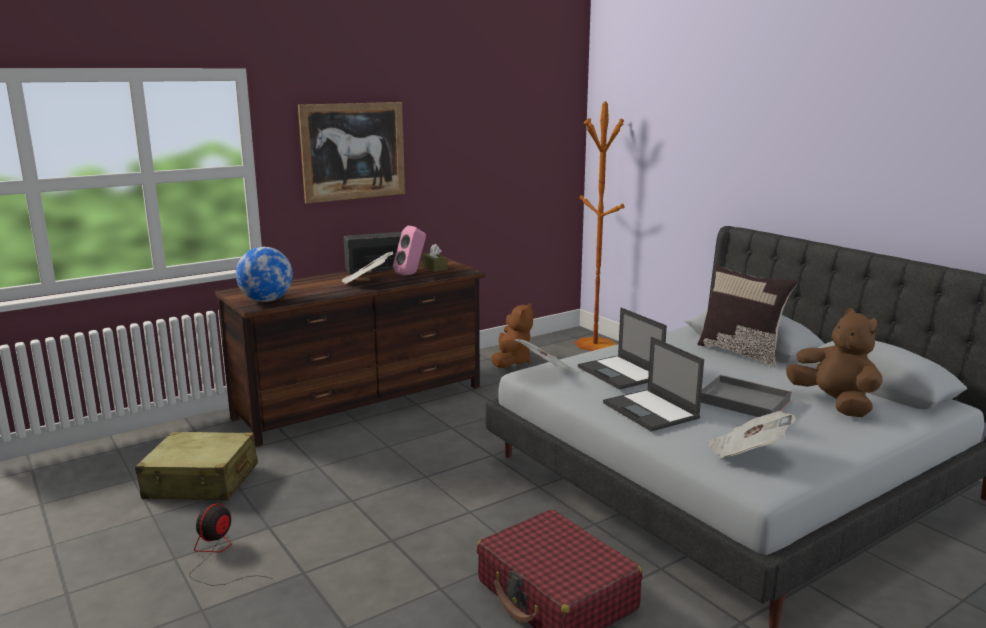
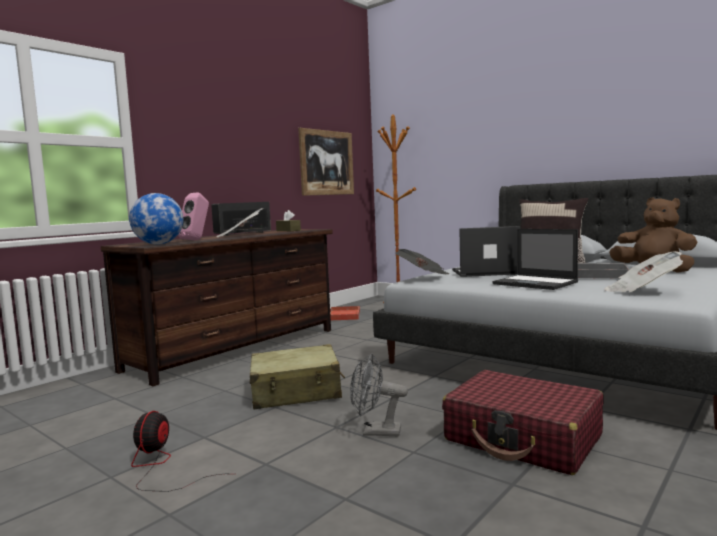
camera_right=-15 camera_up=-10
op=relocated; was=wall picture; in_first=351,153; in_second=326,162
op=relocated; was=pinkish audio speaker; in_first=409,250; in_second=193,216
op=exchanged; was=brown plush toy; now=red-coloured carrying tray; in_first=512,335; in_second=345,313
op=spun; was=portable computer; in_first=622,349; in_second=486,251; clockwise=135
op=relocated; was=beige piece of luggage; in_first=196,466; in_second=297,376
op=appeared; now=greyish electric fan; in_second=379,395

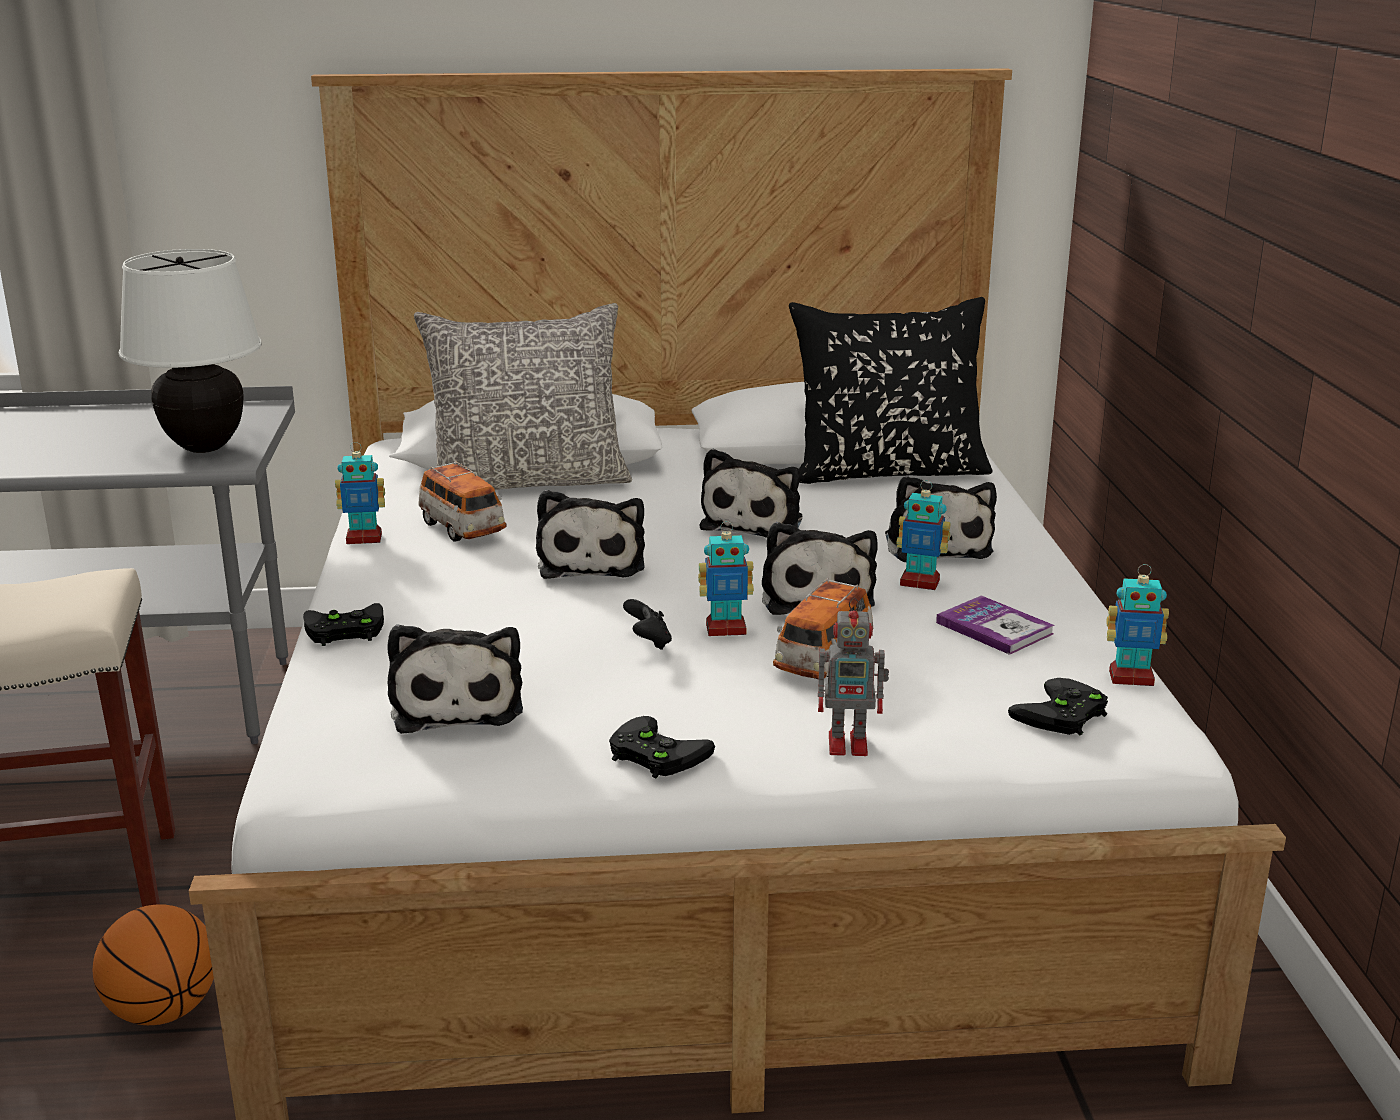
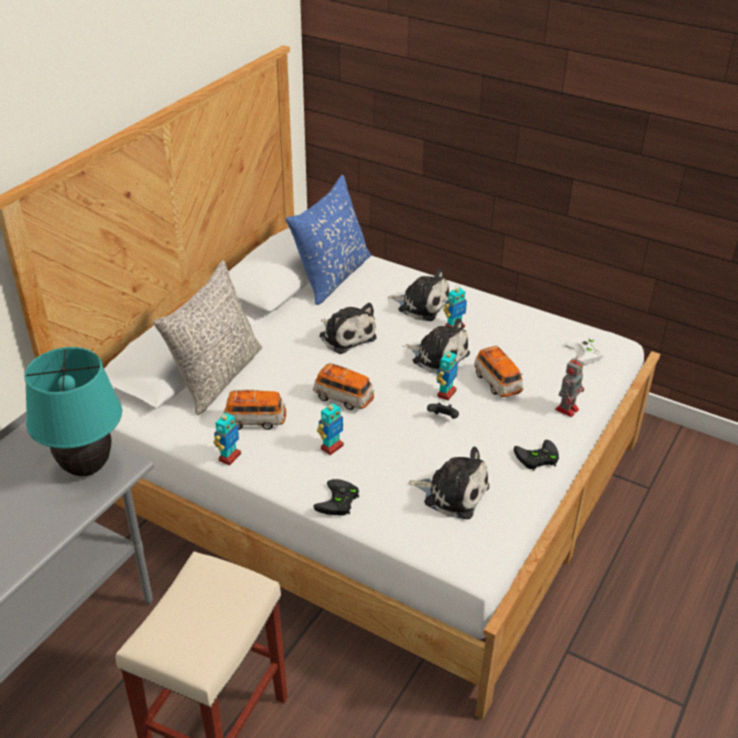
camera_right=-55 camera_up=15
op=colour; was=white-coloured lamp for a table; now=blue-green lamp for a table; in_first=190,351; in_second=73,411
op=colour; was=blackish cushion; now=blue cushion; in_first=891,390; in_second=328,240
op=exchanged; was=plush toy; now=model car; in_first=590,534; in_second=343,386
op=relocated; was=model robot; in_first=1137,625; in_second=330,428
op=missing; was=book; in_first=995,625
op=colour; was=blackish game controller; now=white-coloured game controller; in_first=1058,706; in_second=584,351
op=missing; was=basketball; in_first=153,964

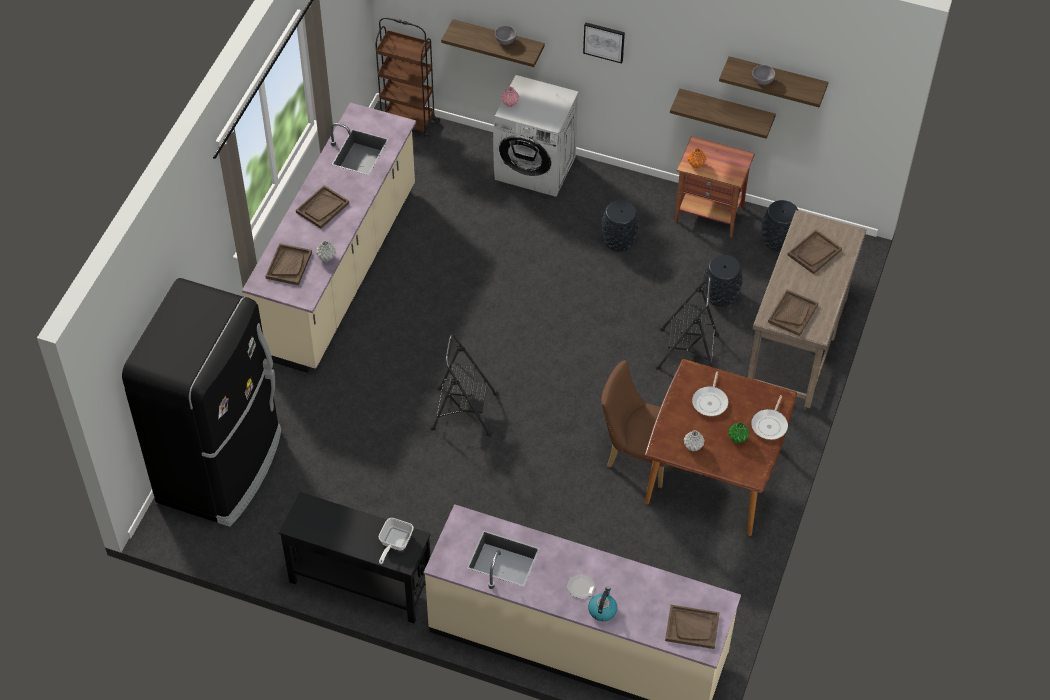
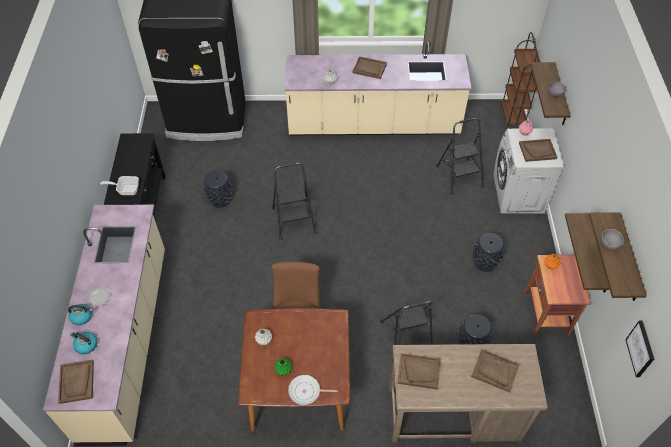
camera_right=70 camera_up=0
op=relocated; was=wall picture; in_first=604,43; in_second=639,349
op=relocated; was=blackish stool seat; in_first=780,226; in_second=218,189
op=relocated; was=brown carrying tray; in_first=288,264; in_second=538,150
op=missing; was=frying pan; in_first=710,393
op=appeared; now=blackish stepladder; in_second=460,156
op=appeared; now=water kettle; in_second=83,343

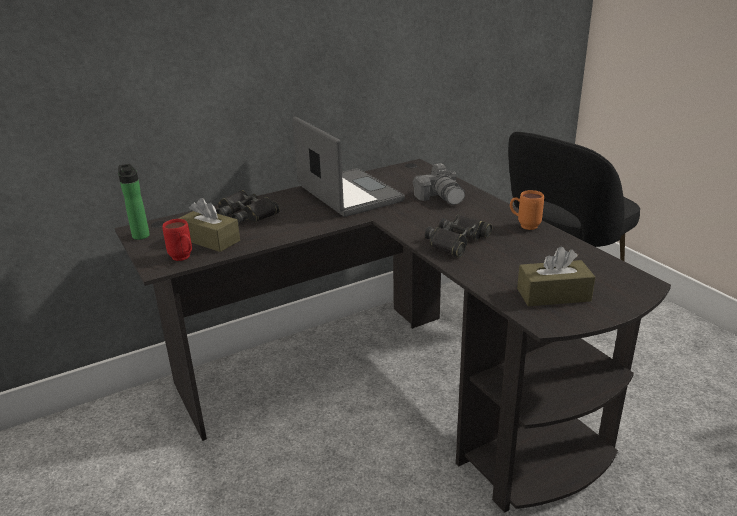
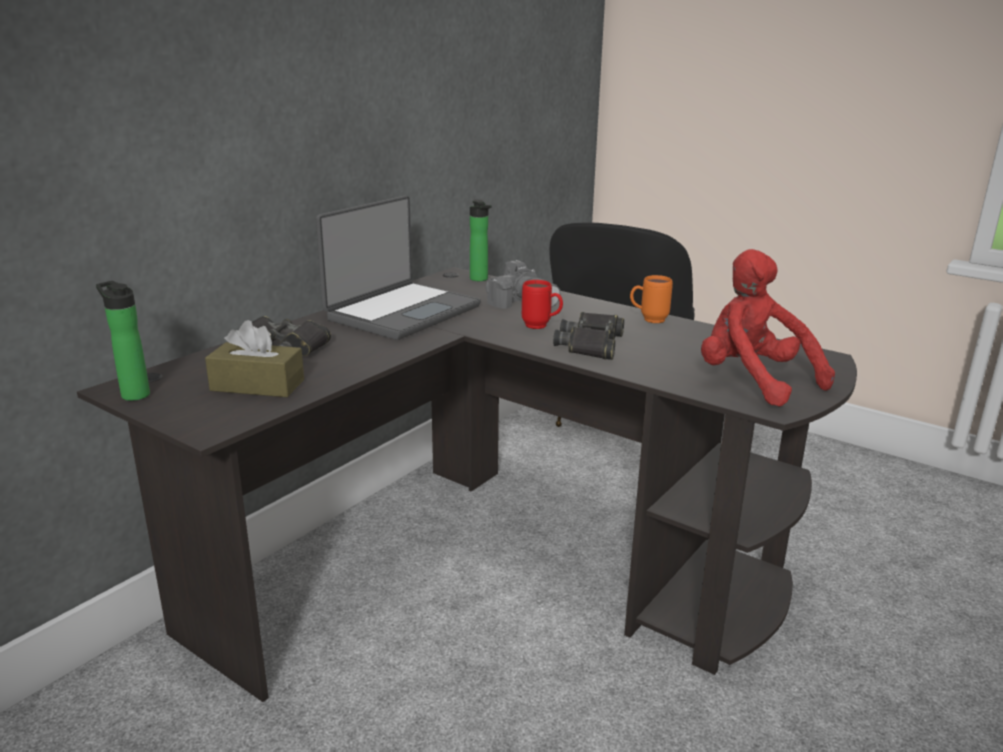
camera_right=-25 camera_up=-5
op=spun; was=portable computer; in_first=348,167; in_second=398,268; clockwise=90
op=relocated; was=red-coloured coffee mug; in_first=177,240; in_second=542,304
op=exchanged; was=brown tissue holder; now=red-coloured plush toy; in_first=556,276; in_second=768,328
op=appeared; now=drink bottle; in_second=480,240

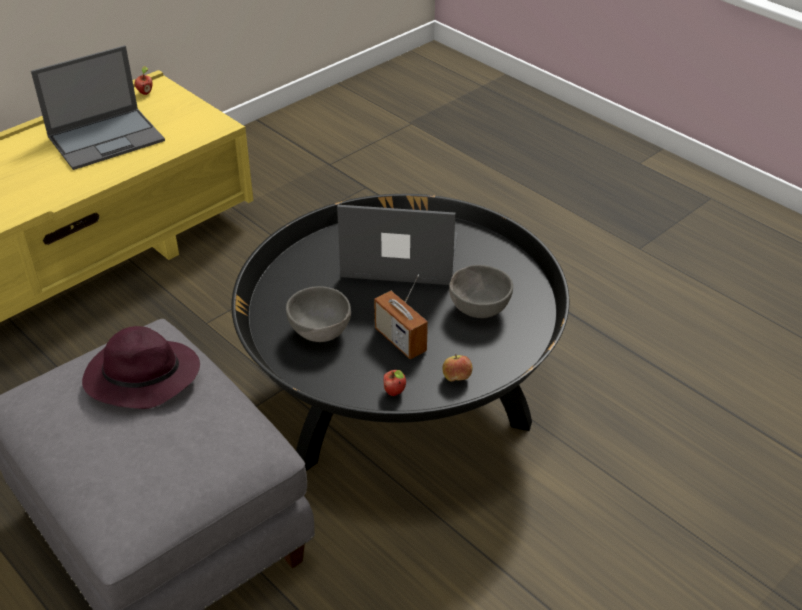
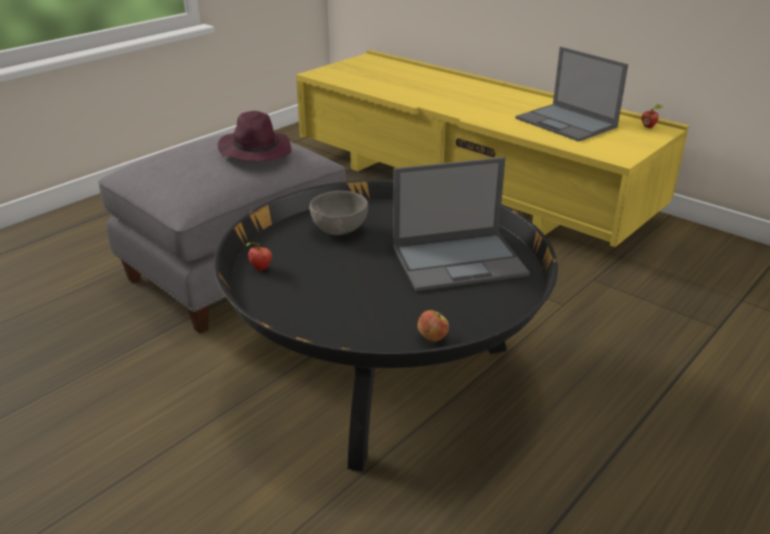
camera_right=85 camera_up=-10
op=spun; was=portable computer; in_first=397,245; in_second=461,224; clockwise=75
op=missing; was=greyish serving bowl; in_first=481,291
op=missing; was=radio set; in_first=401,317
op=relocated; was=apple fruit; in_first=457,367; in_second=433,326

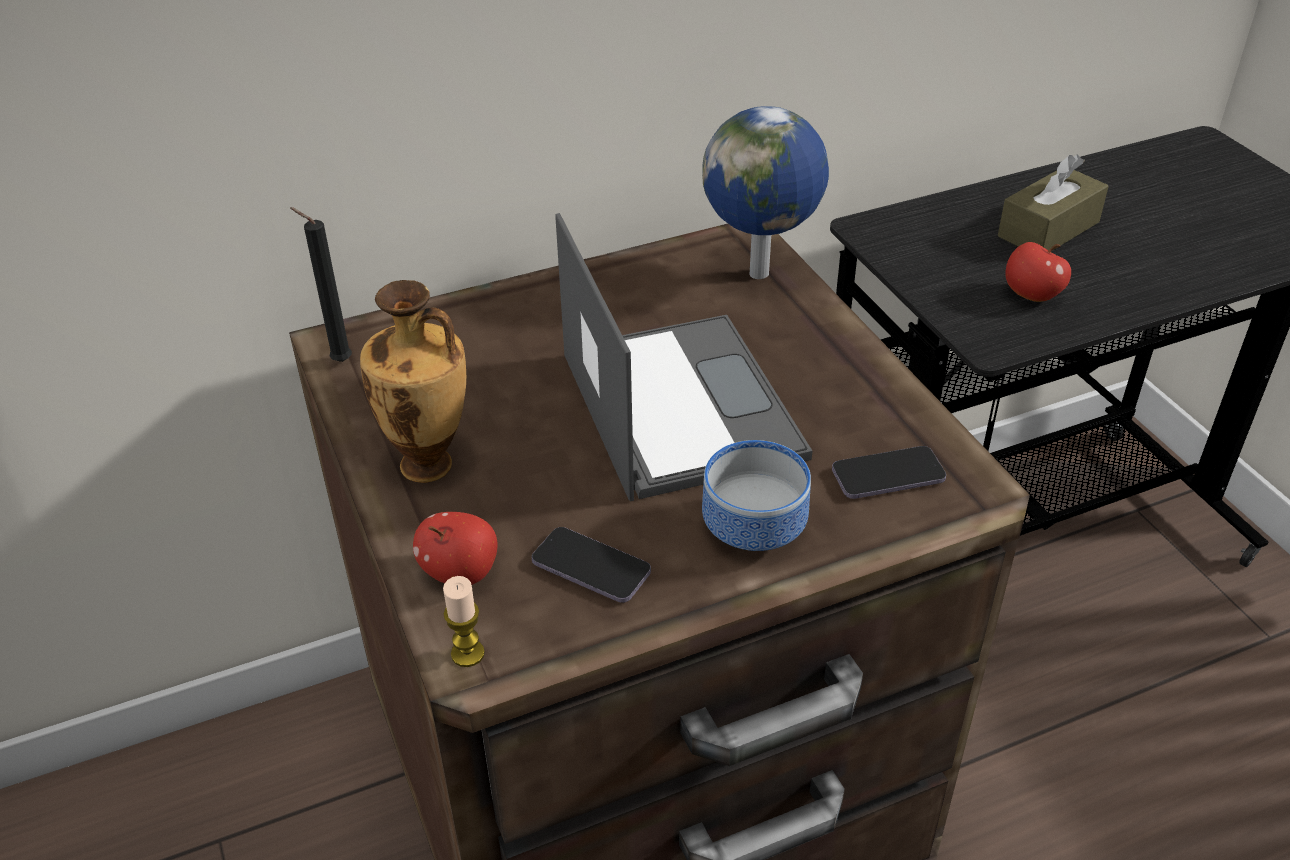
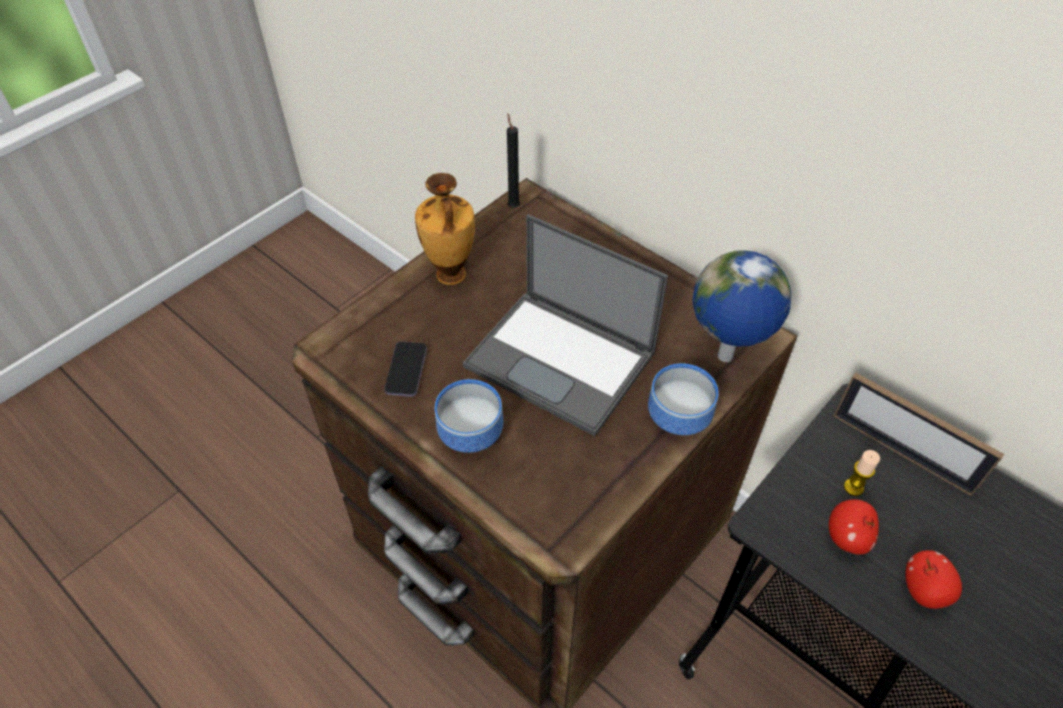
camera_right=65 camera_up=10
op=missing; was=brown tissue holder; in_first=1053,202
op=spun; was=portable computer; in_first=683,357; in_second=565,325; clockwise=75
op=missing; was=phone; in_first=889,472
op=relocated; was=apple fruit; in_first=455,548; in_second=933,579
op=relocated; was=wax candle; in_first=464,621; in_second=862,473
op=appeared; now=serving bowl; in_second=683,399
op=appeared; now=photo frame; in_second=919,434

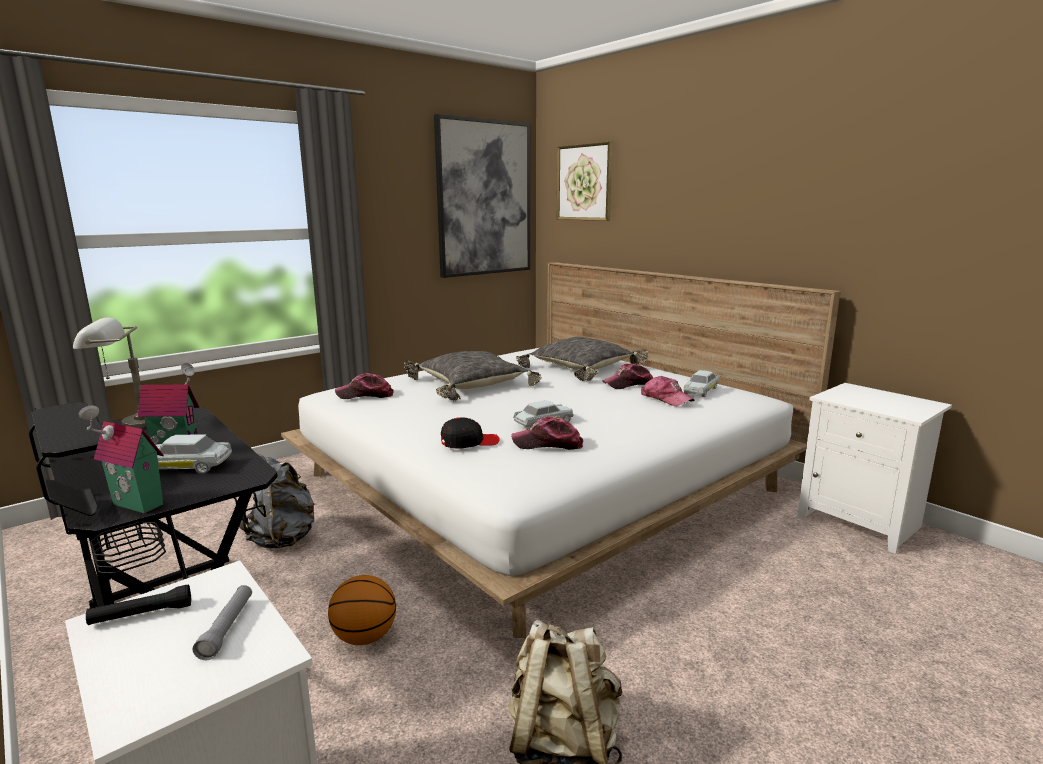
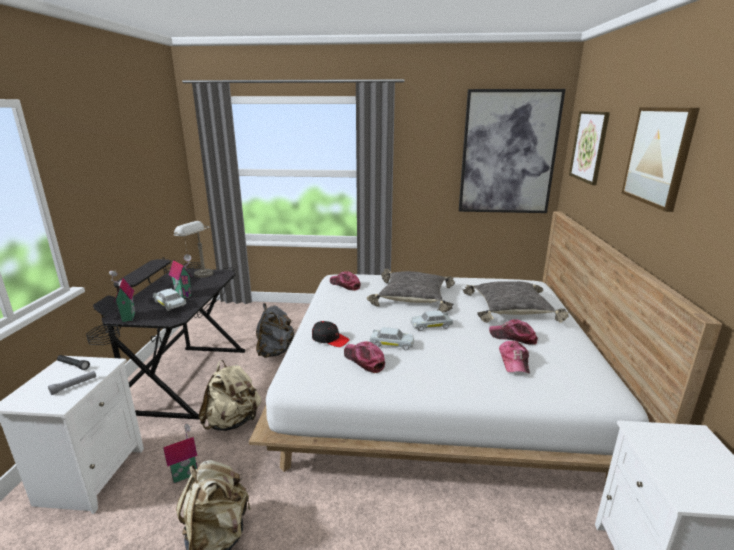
camera_right=45 camera_up=5
op=relocated; was=white-coloured model car; in_first=701,383; in_second=432,320
op=exchanged; was=basketball; now=beige rucksack; in_first=362,610; in_second=230,395
op=appeared; now=wall picture; in_second=661,159
op=appeared; now=miniature house; in_second=180,453

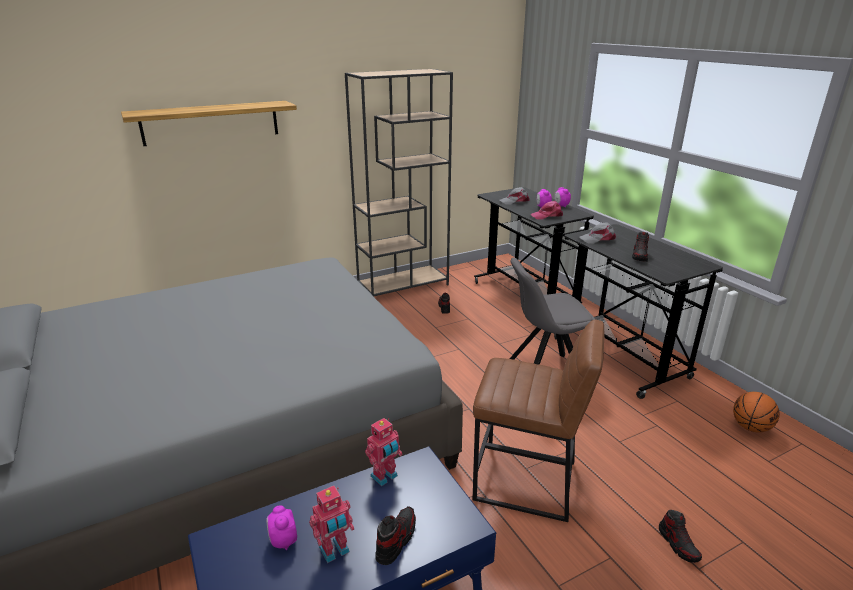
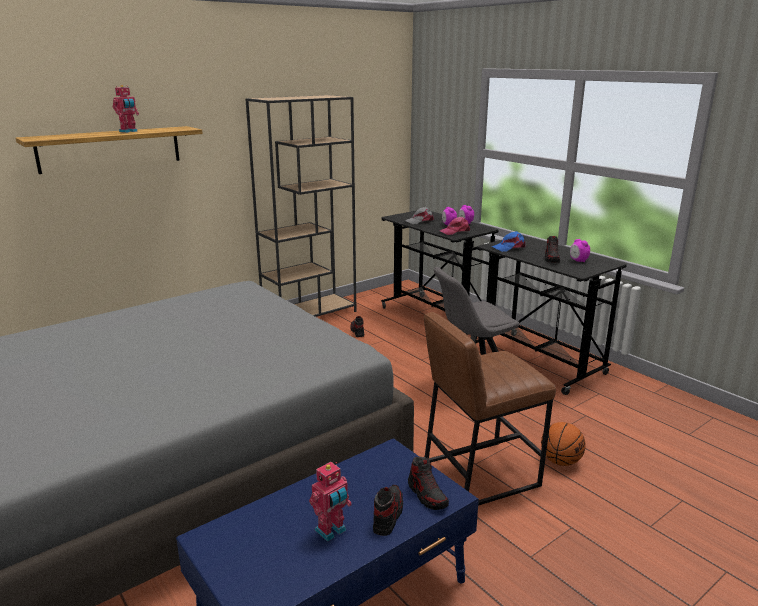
camera_right=-10 camera_up=-5
op=colour; was=greyish baseball cap; now=blue baseball cap; in_first=597,232; in_second=508,241
op=spun; was=brown chair; in_first=538,420; in_second=490,409; clockwise=150
op=relocated; was=basketball; in_first=756,412; in_second=563,444
op=relocated; was=model robot; in_first=383,452; in_second=126,109
op=relocated; was=bedside clock; in_first=281,527; in_second=580,251
op=relocated; was=shoe; in_first=680,536; in_second=428,483

